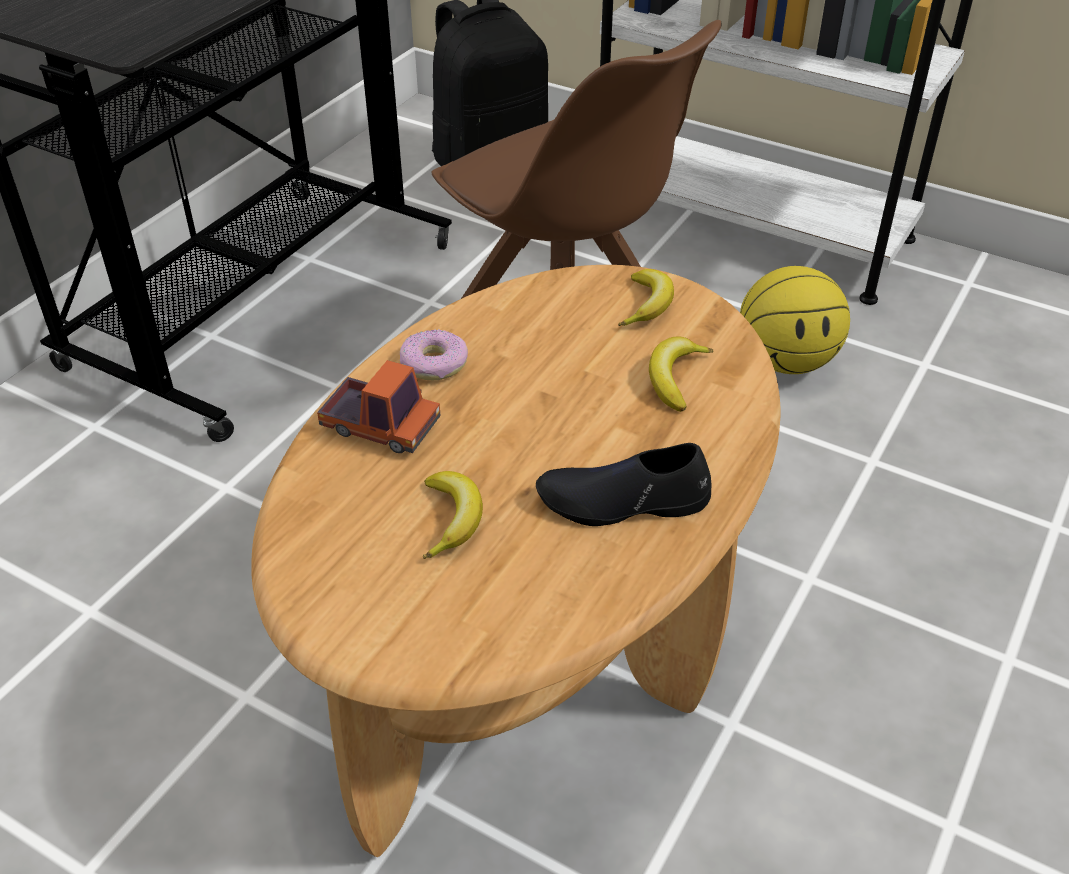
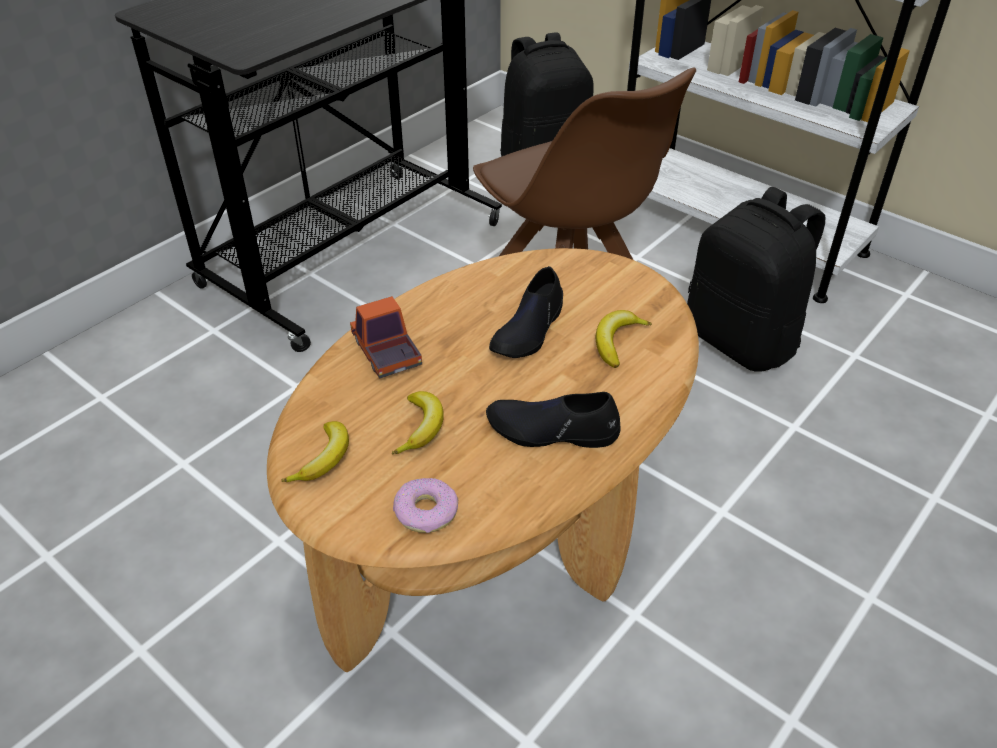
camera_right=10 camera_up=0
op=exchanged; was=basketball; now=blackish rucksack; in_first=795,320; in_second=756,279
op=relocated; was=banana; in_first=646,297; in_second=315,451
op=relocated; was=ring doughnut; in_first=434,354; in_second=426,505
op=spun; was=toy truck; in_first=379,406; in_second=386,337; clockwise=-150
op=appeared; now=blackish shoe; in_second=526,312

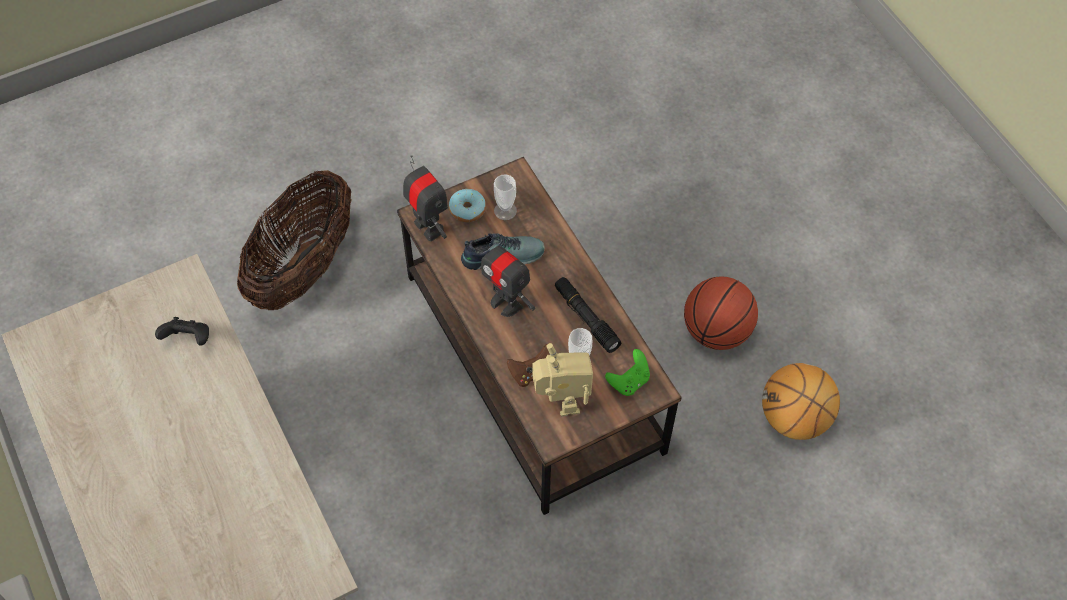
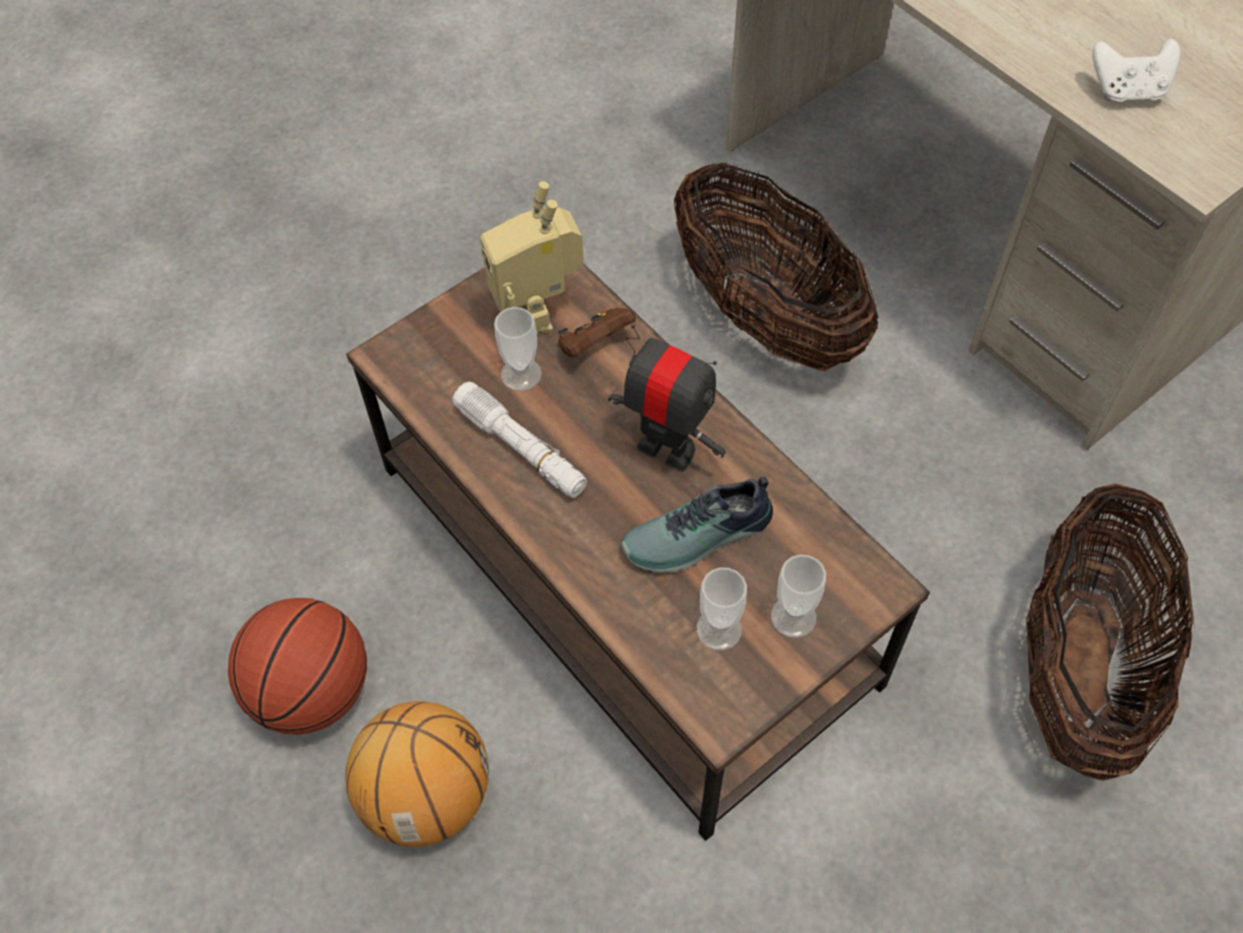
camera_right=170 camera_up=0
op=missing; was=model robot; in_first=425,198
op=exchanged; was=ring doughnut; now=small cup; in_first=467,205; in_second=798,596
op=colour; was=blackish hand torch; now=white-coloured hand torch; in_first=588,315; in_second=519,439
op=colour; was=blackish game controller; now=white-coloured game controller; in_first=182,331; in_second=1136,70
op=missing; was=greenish game controller; in_first=627,372
op=relocated; was=basketball; in_first=801,401; in_second=417,774
op=appeared; now=household basket; in_second=776,267

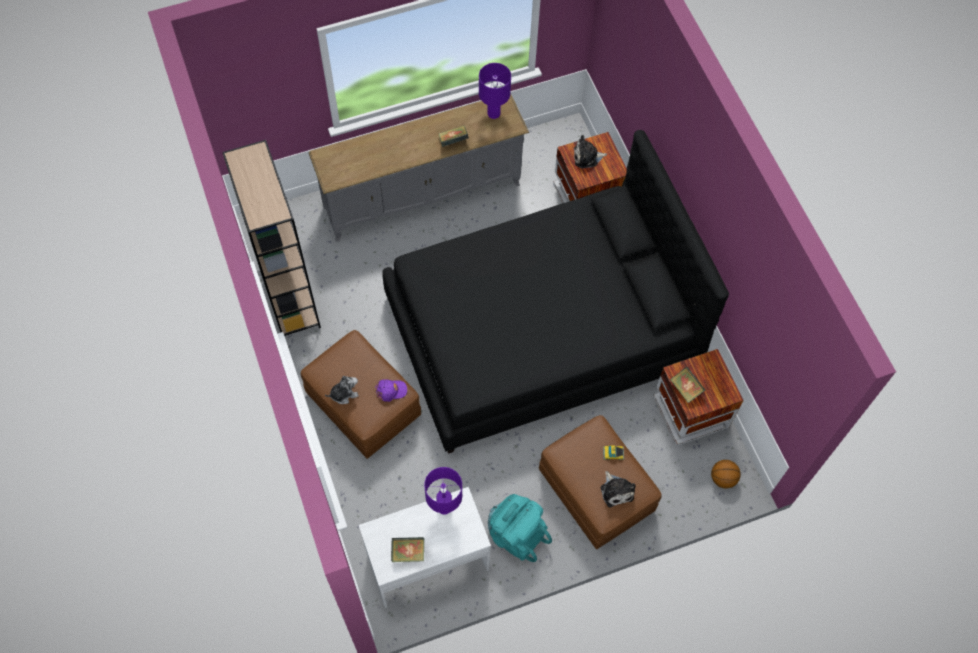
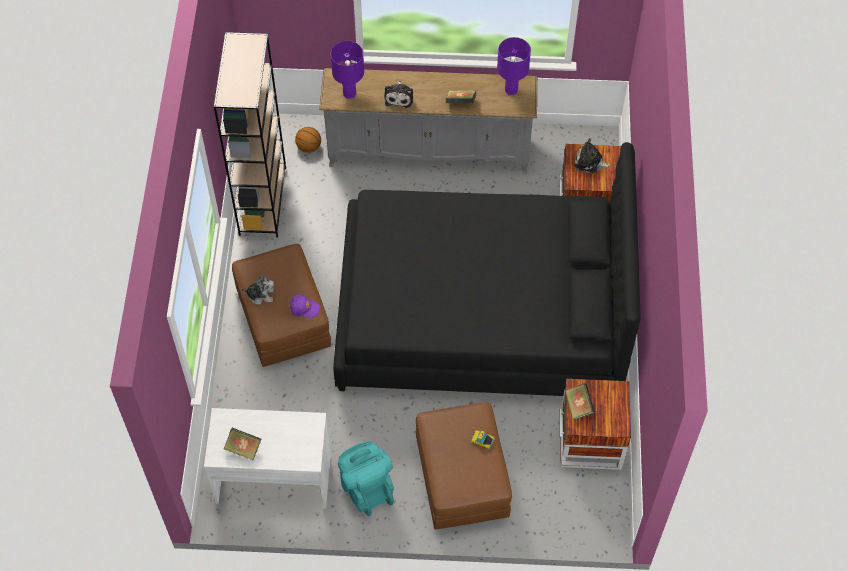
camera_right=25 camera_up=-5
op=relocated; was=basketball; in_first=726,474; in_second=308,140
op=relocated; was=purple-coloured lamp for a table; in_first=443,491; in_second=347,70
op=relocated; was=plush toy; in_first=618,489; in_second=398,94

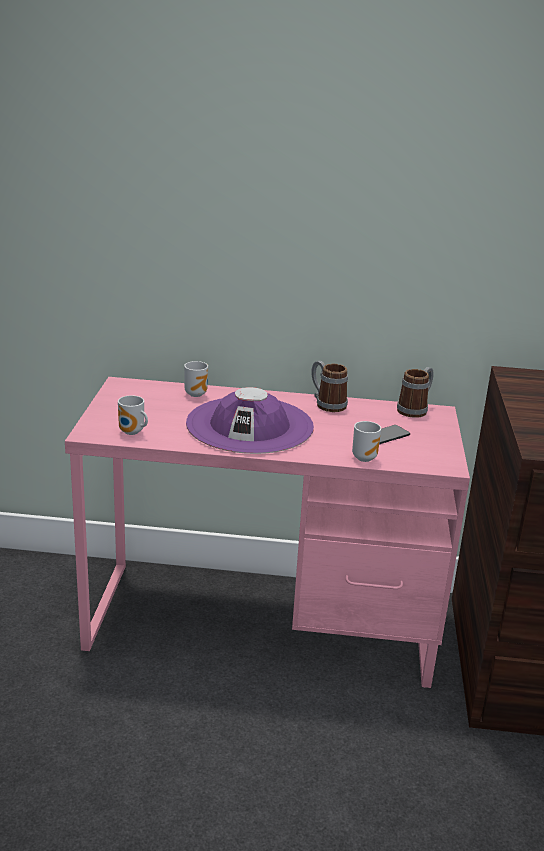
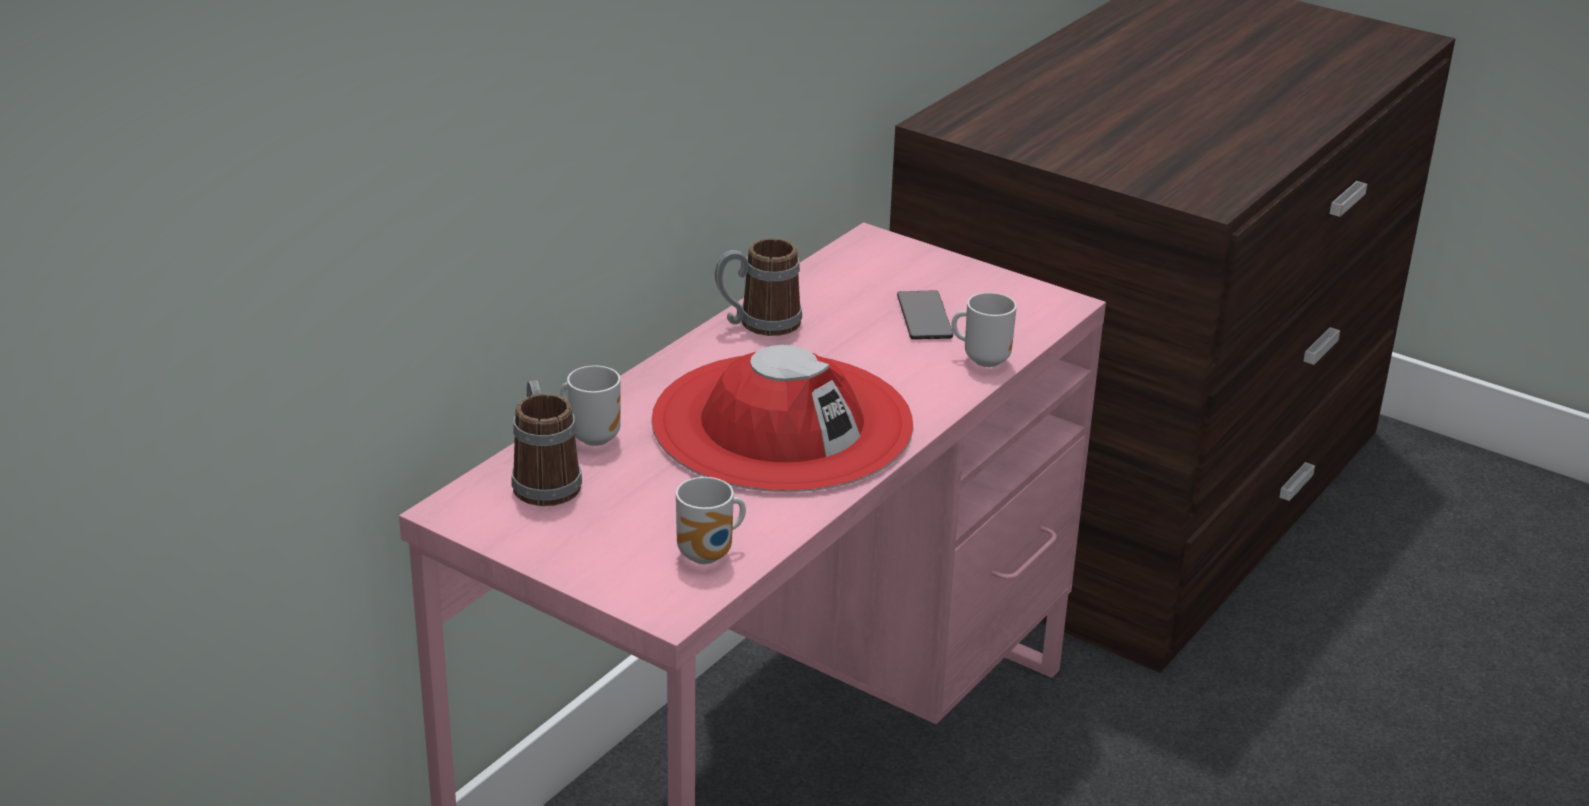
camera_right=-60 camera_up=5
op=relocated; was=coffee mug; in_first=415,392; in_second=546,443
op=colour; was=purple-coloured wearable hat; now=red-coloured wearable hat; in_first=250,420; in_second=782,418

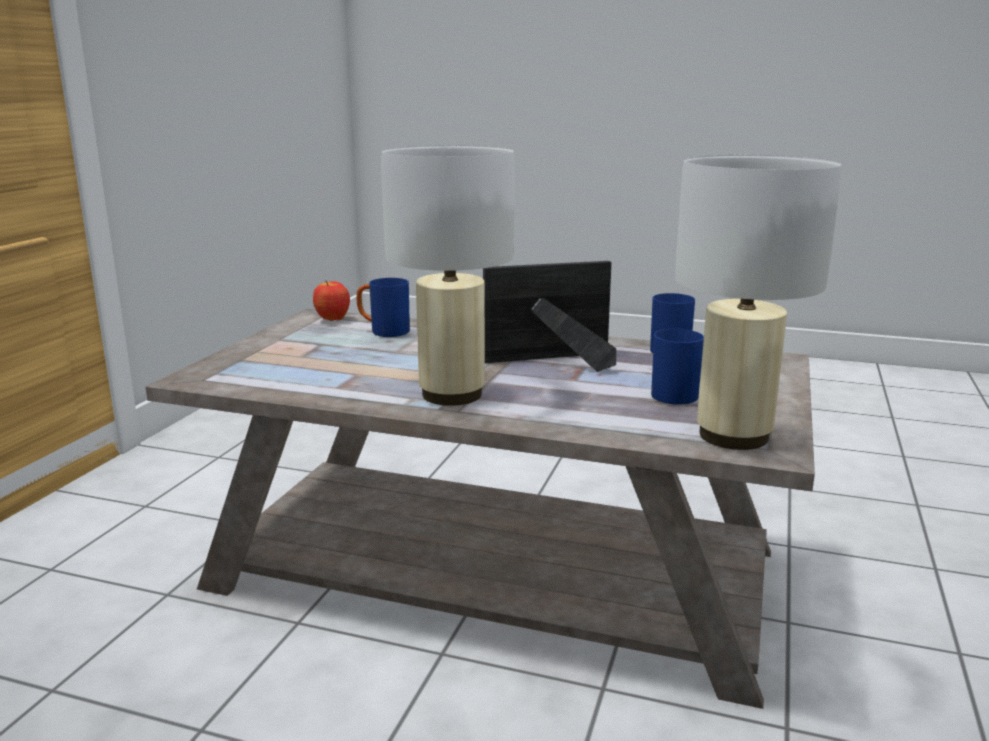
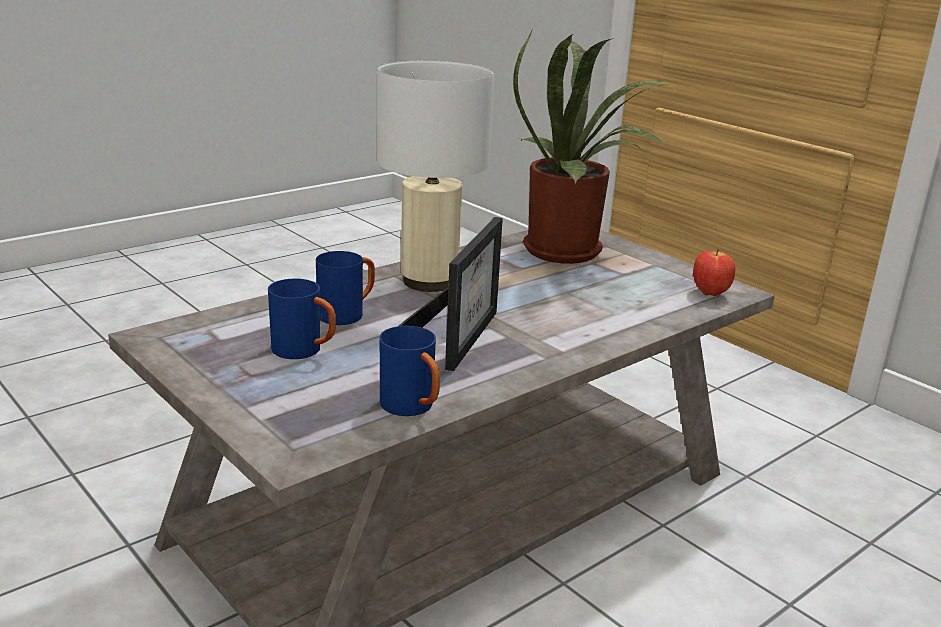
camera_right=120 camera_up=5
op=missing; was=white-coloured lamp for a table; in_first=758,302
op=relocated; was=blue coffee mug; in_first=383,307; in_second=345,288
op=appeared; now=houseplant; in_second=592,146

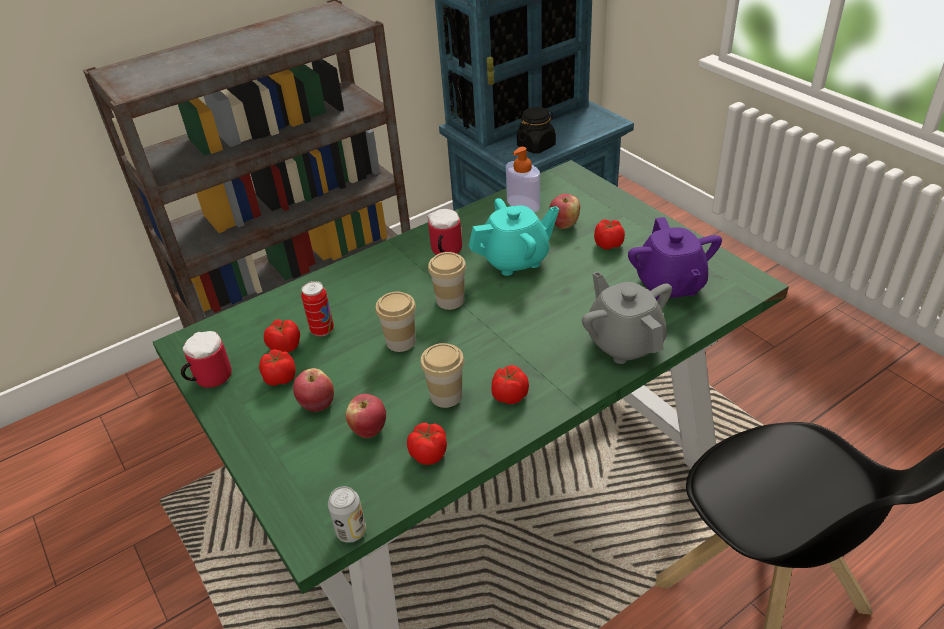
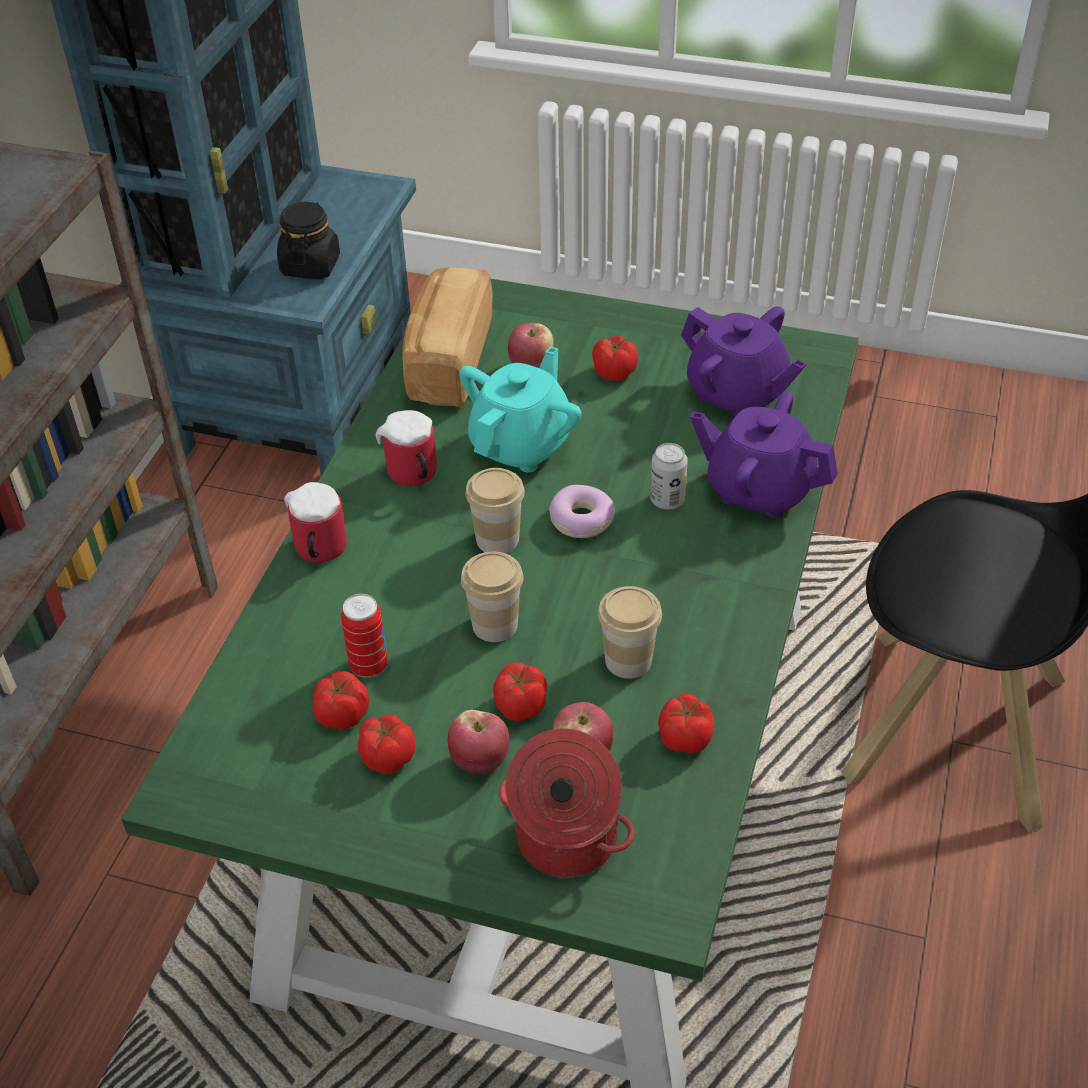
camera_right=-40 camera_up=5
op=exchanged; was=soap bottle; now=baked bread; in_first=523,179; in_second=447,337
op=colour; was=greyish teapot; now=purple-coloured teapot; in_first=627,317; in_second=764,454
op=relocated; was=coffee mug; in_first=206,359; in_second=315,522
op=relocated; was=whole tomato; in_first=510,384; in_second=520,691
op=relocated; was=metal can; in_first=347,514; in_second=669,476
op=appeared; now=ring doughnut; in_second=582,511
op=appeared; now=cooking pot; in_second=567,803

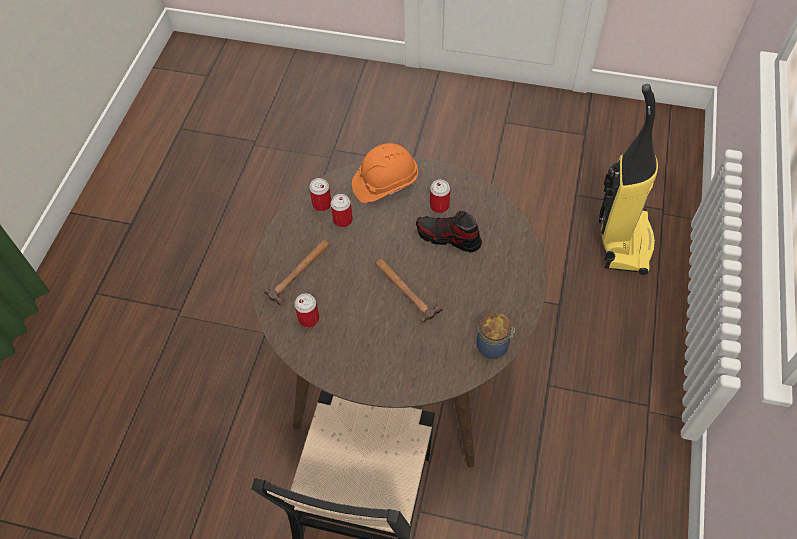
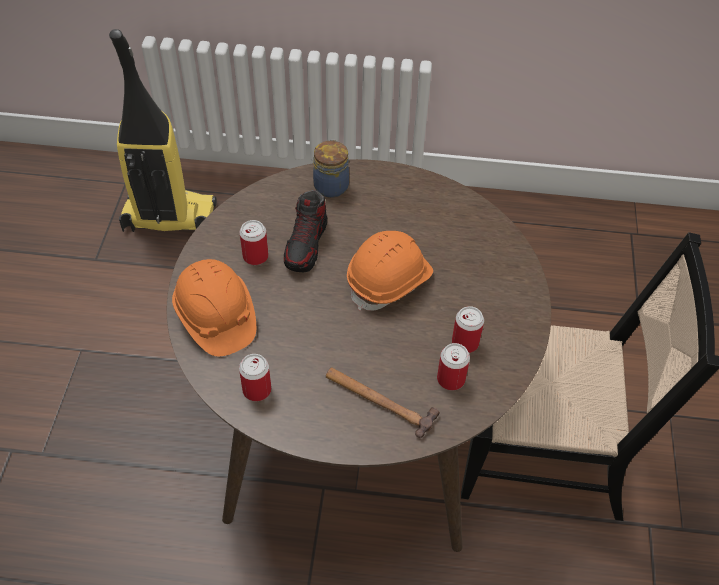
camera_right=-100 camera_up=-5
op=relocated; was=metal can; in_first=342,210; in_second=468,329
op=exchanged; was=hammer; now=orange-coloured hard hat; in_first=409,290; in_second=390,271
op=relocated; was=preserve jar; in_first=496,336; in_second=331,169

